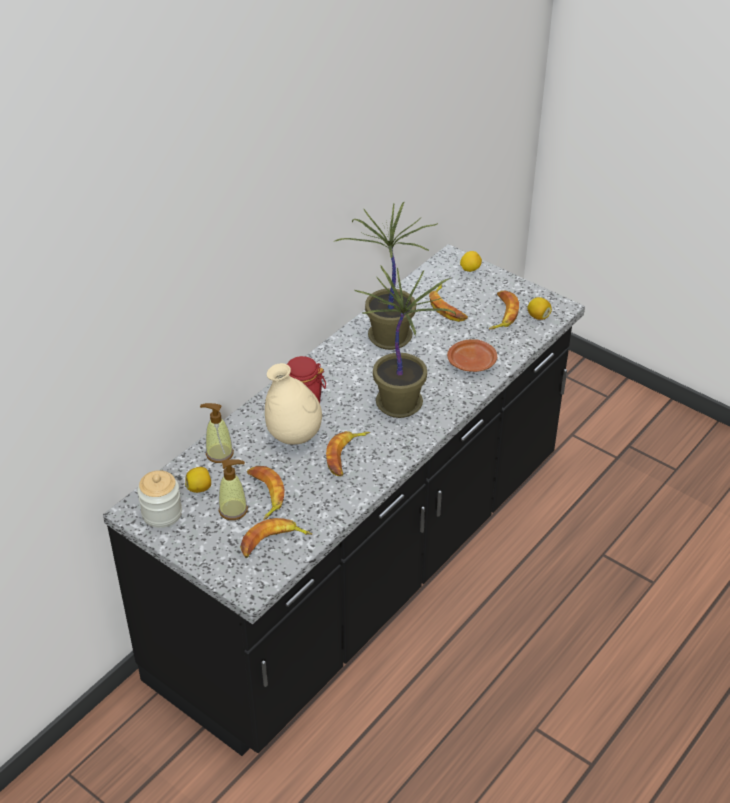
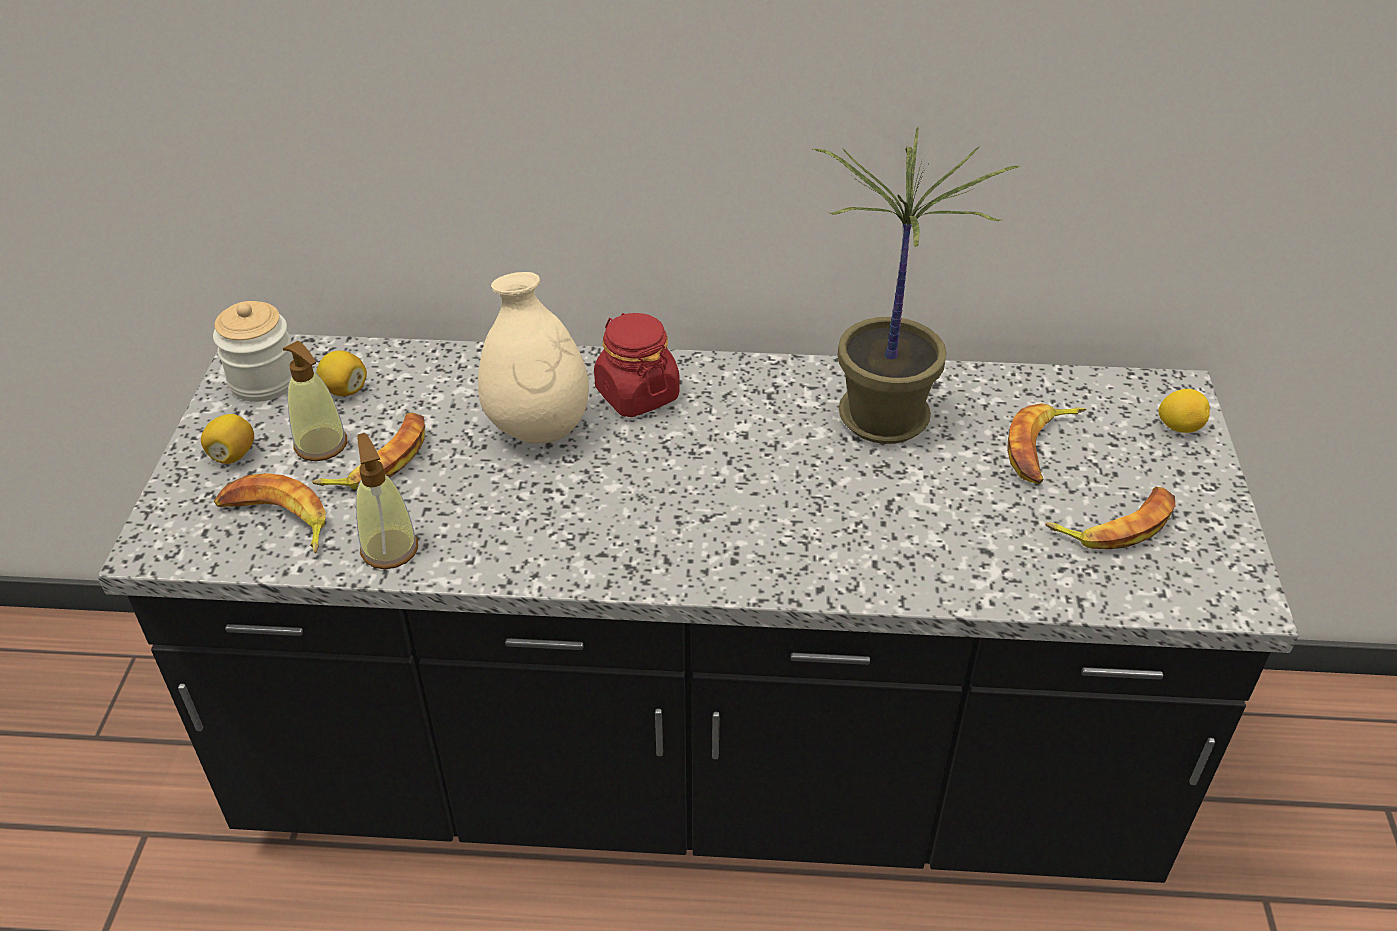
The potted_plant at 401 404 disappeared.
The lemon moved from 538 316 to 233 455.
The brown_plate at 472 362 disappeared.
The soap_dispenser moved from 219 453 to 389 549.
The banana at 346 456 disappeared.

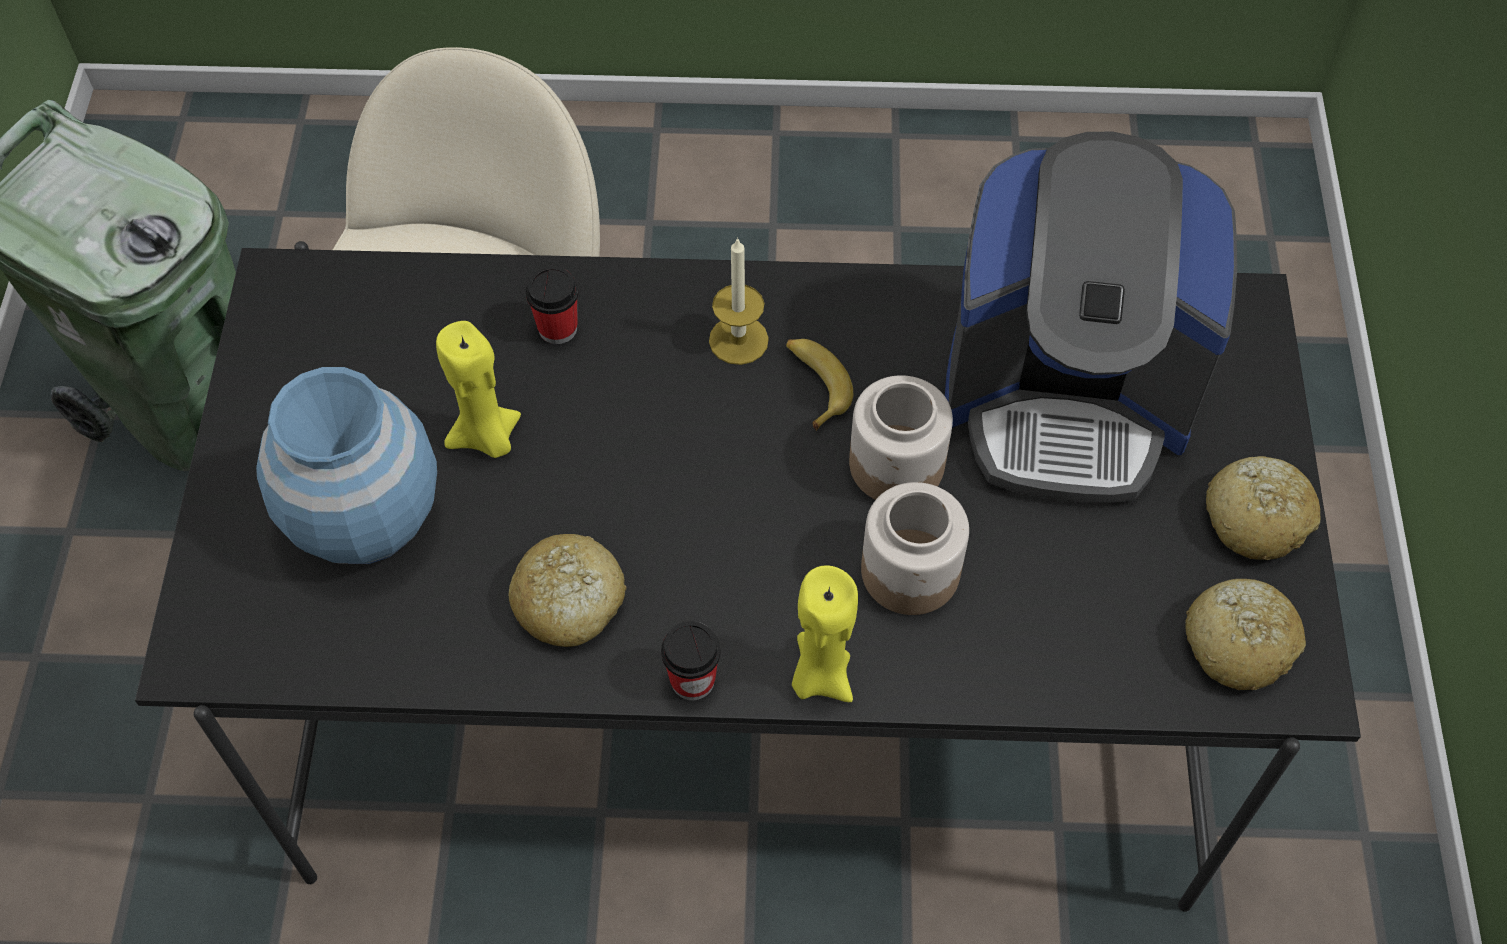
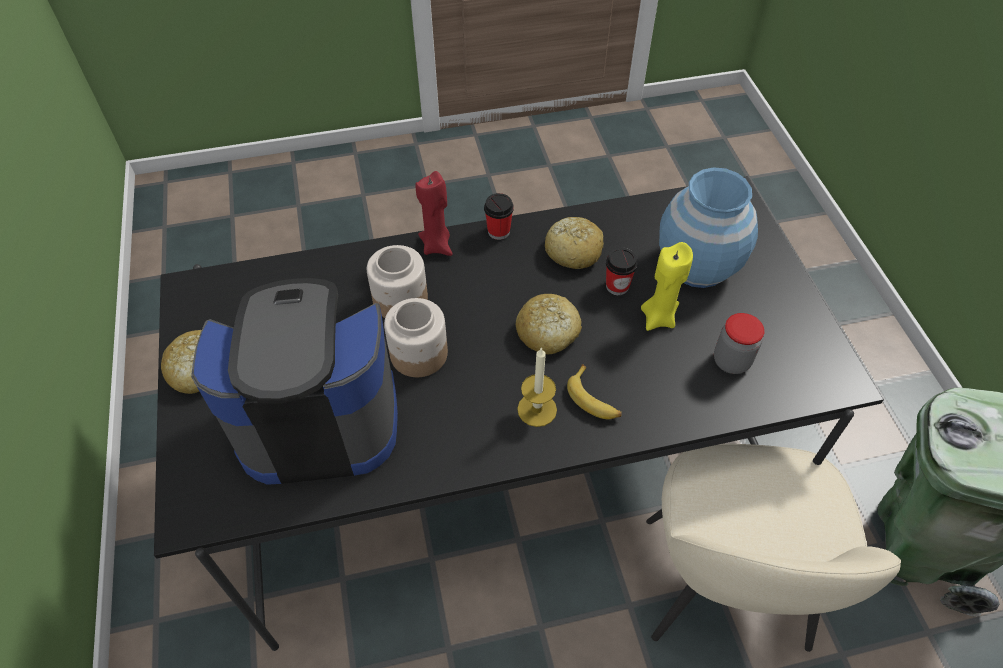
The cup moved from 558 328 to 617 286.
The banana moved from 814 384 to 594 399.
The yellow_candle at 820 675 became the red_candle at 437 245.
The bread moved from 1239 643 to 547 332.
The jar at 731 361 appeared.

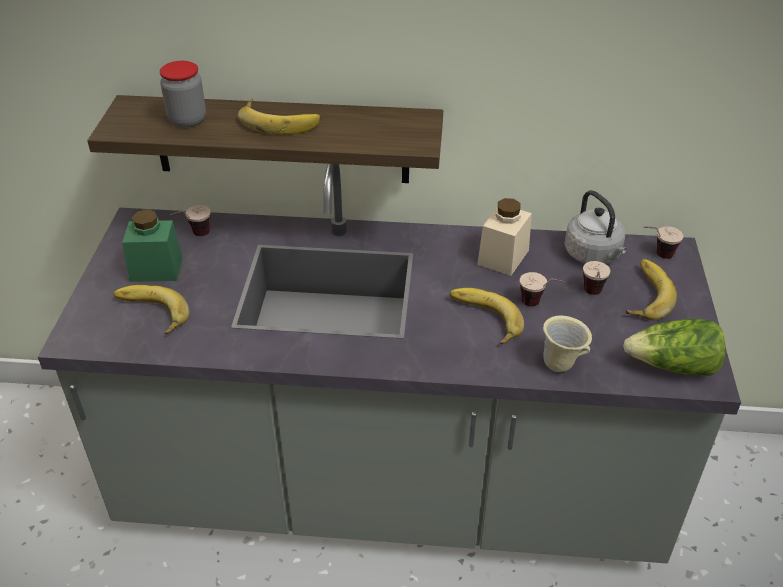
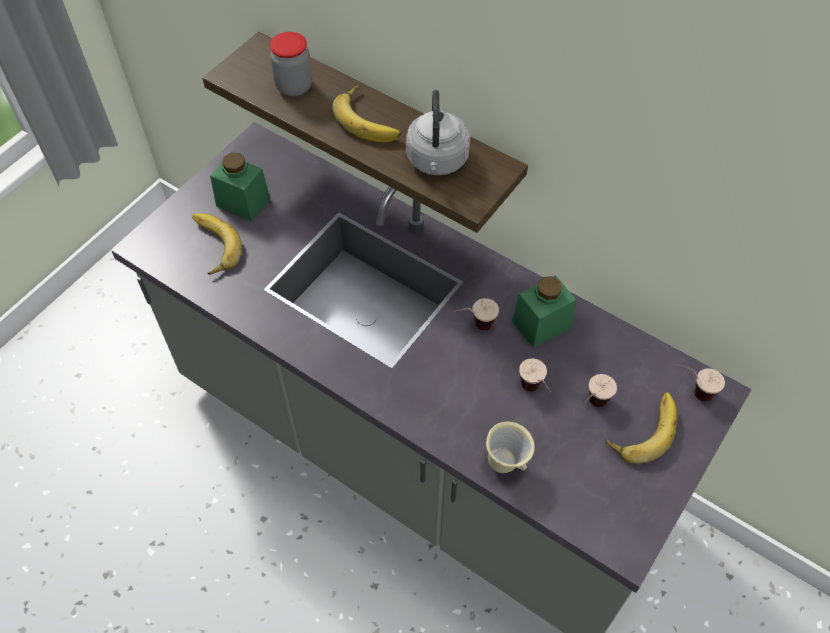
The grey_kettle moved from 594 256 to 437 162.
The beige_jar at 503 257 became the green_jar at 541 324.
The cup moved from 194 237 to 474 327.
The banana at 483 320 disappeared.
The lettuce at 673 366 disappeared.

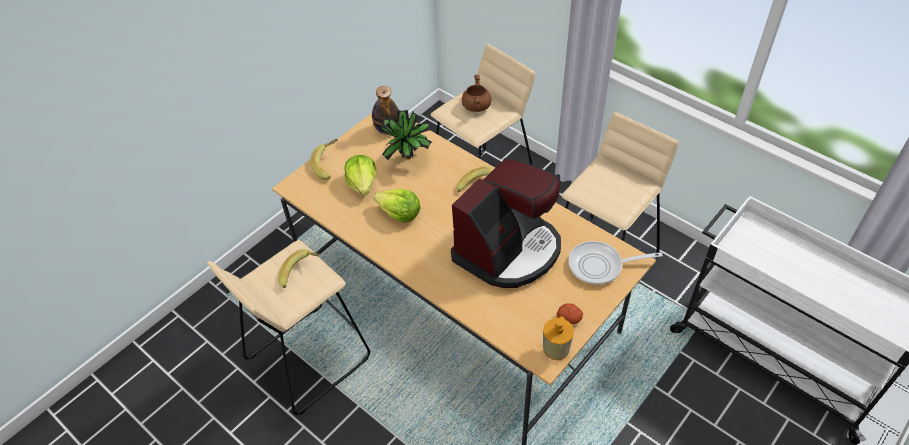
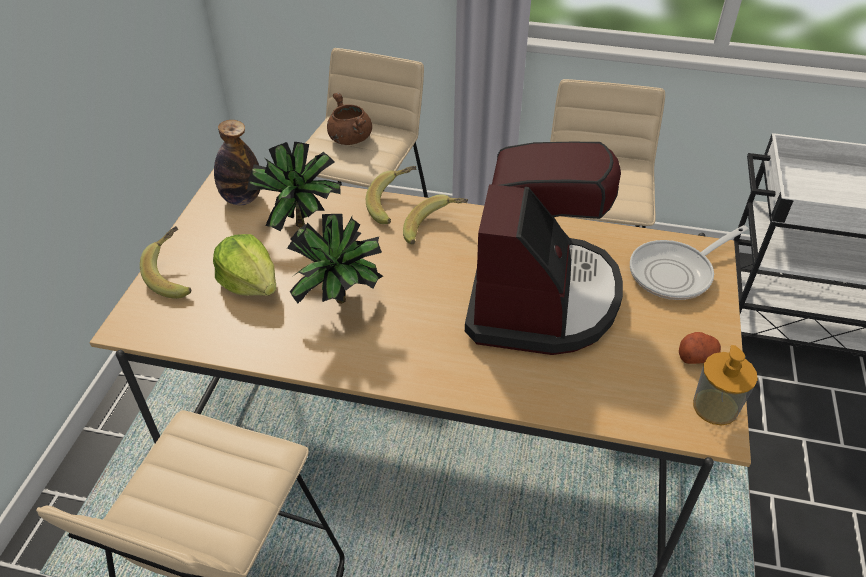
The lettuce at 399 214 was replaced by the potted_plant at 340 305.
The banana moved from 301 274 to 394 206.

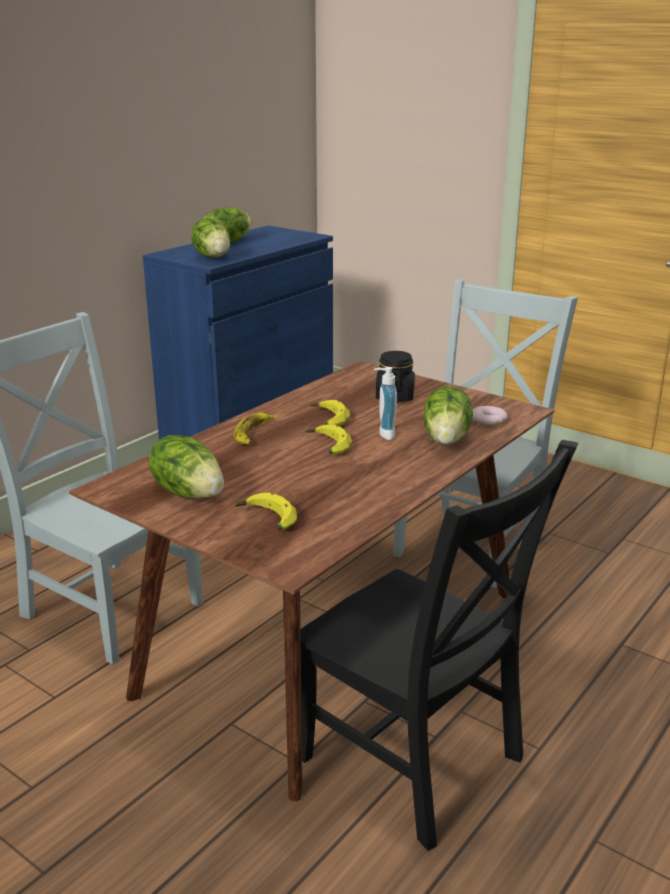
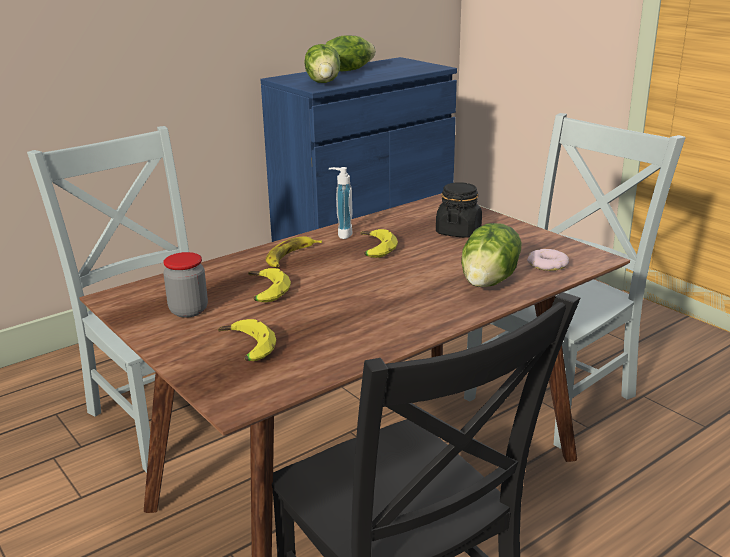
The soap_dispenser moved from 383 434 to 341 234.
The banana moved from 327 446 to 264 292.
The lettuce at 189 492 was replaced by the jar at 188 311.

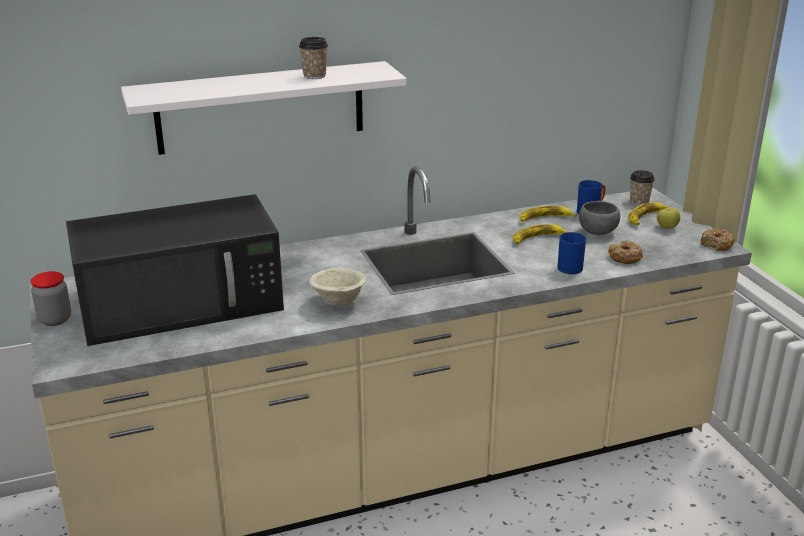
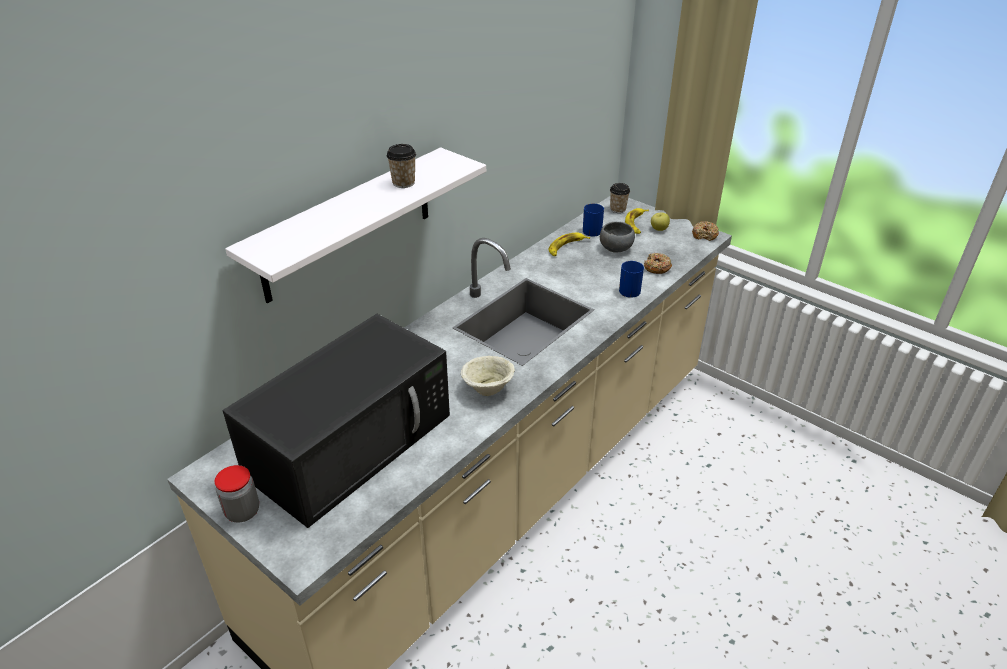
The banana at 537 238 disappeared.

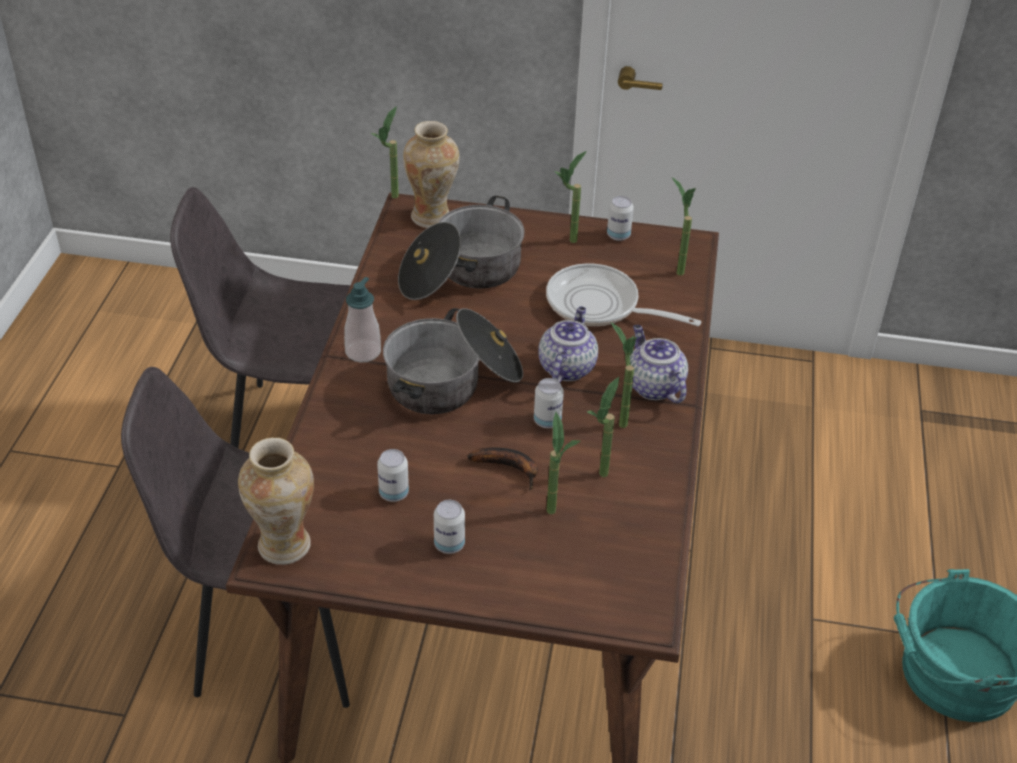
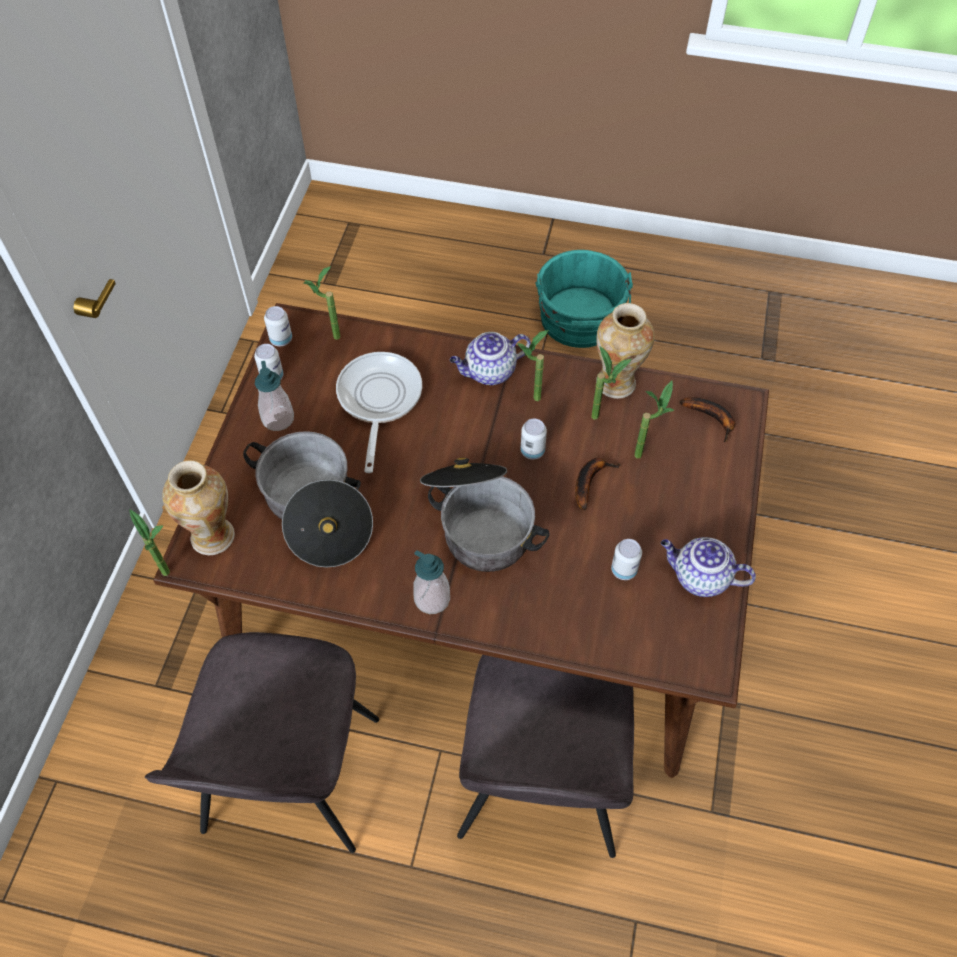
The potted_plant at 566 243 was replaced by the soap_dispenser at 278 419.
The frying_pan at 600 306 turned 150 degrees clockwise.
The teapot moved from 566 367 to 699 577.
The vase moved from 284 546 to 617 383.
The can moved from 449 544 to 281 339.
The banana at 712 418 appeared.

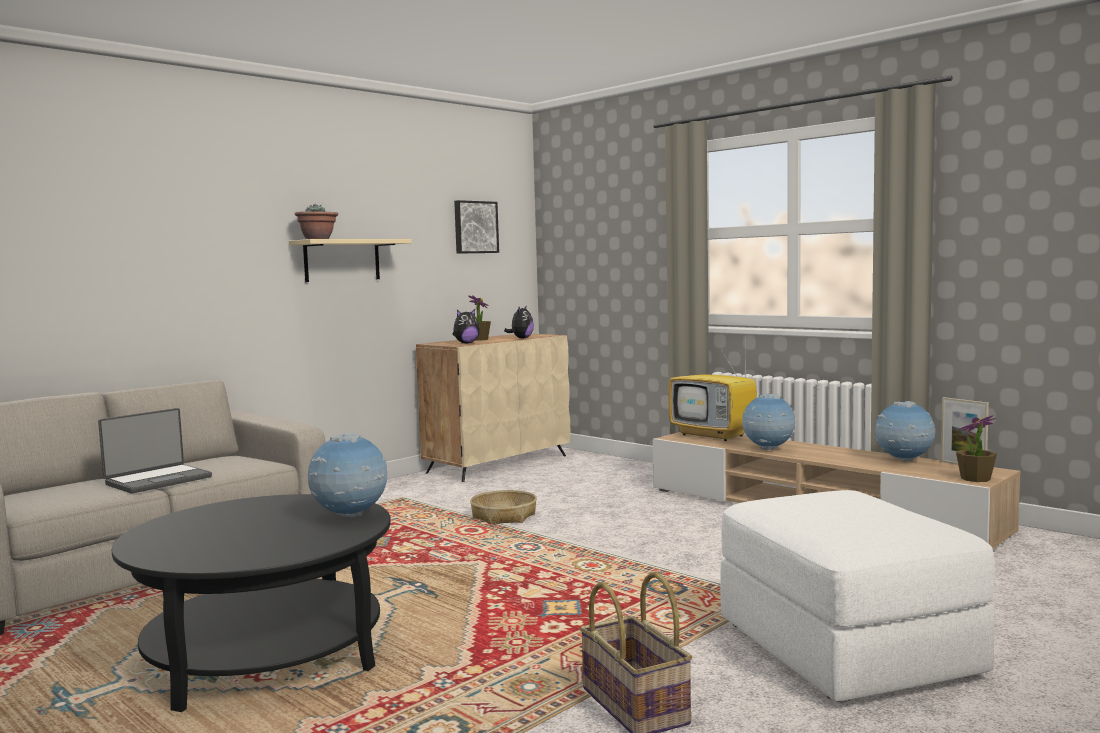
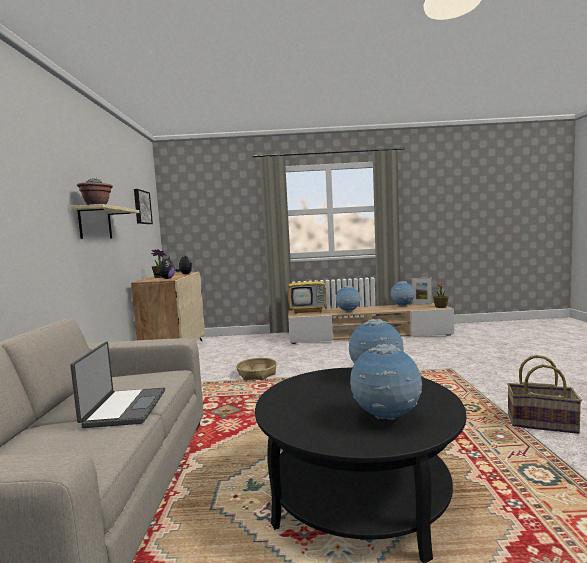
The white_ottoman at 846 650 disappeared.
The globe at 386 418 appeared.

